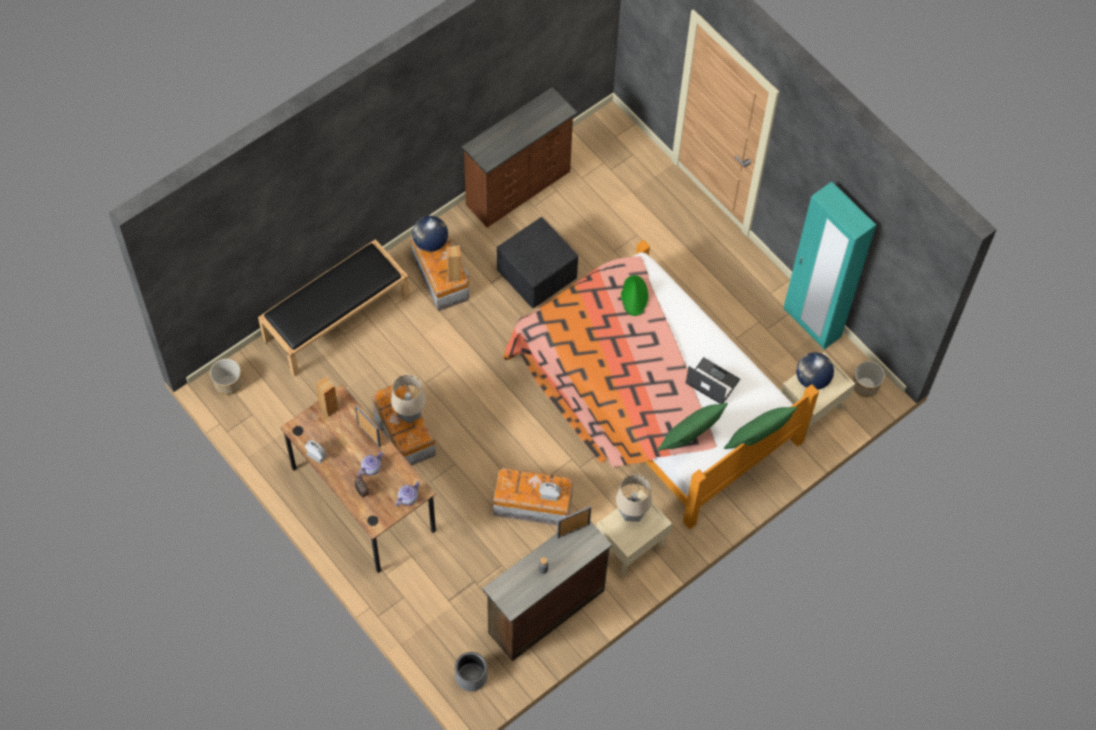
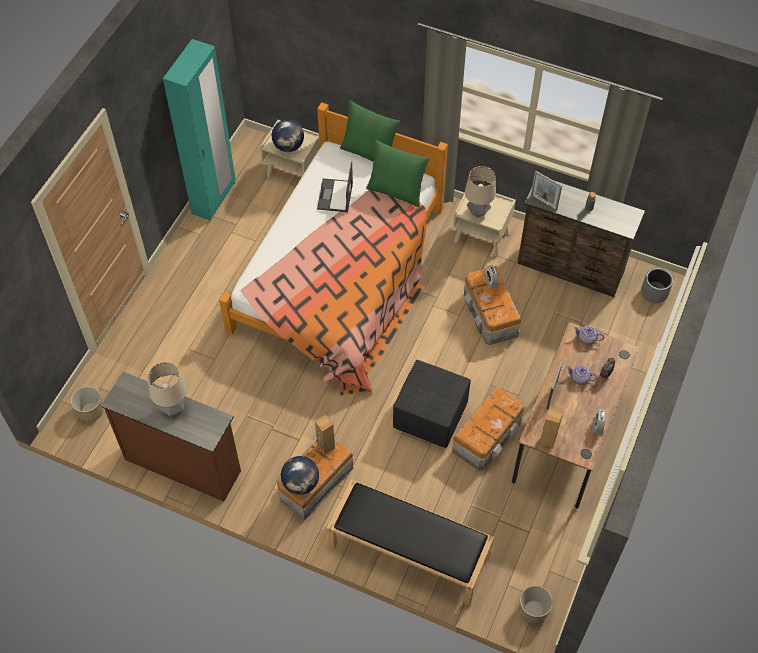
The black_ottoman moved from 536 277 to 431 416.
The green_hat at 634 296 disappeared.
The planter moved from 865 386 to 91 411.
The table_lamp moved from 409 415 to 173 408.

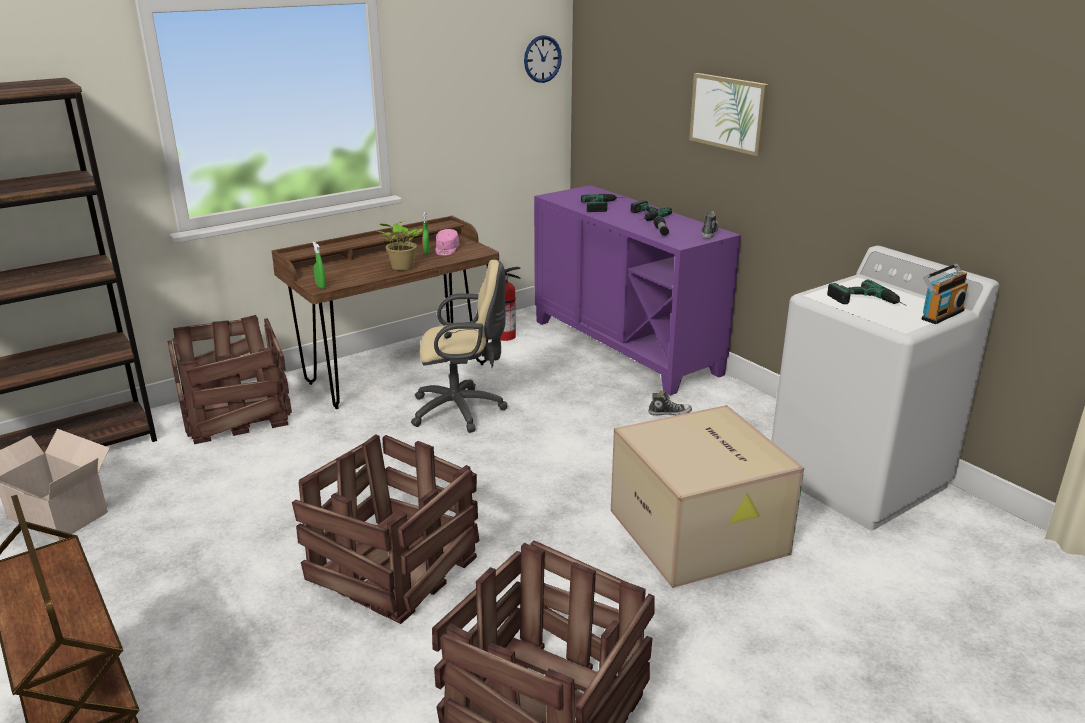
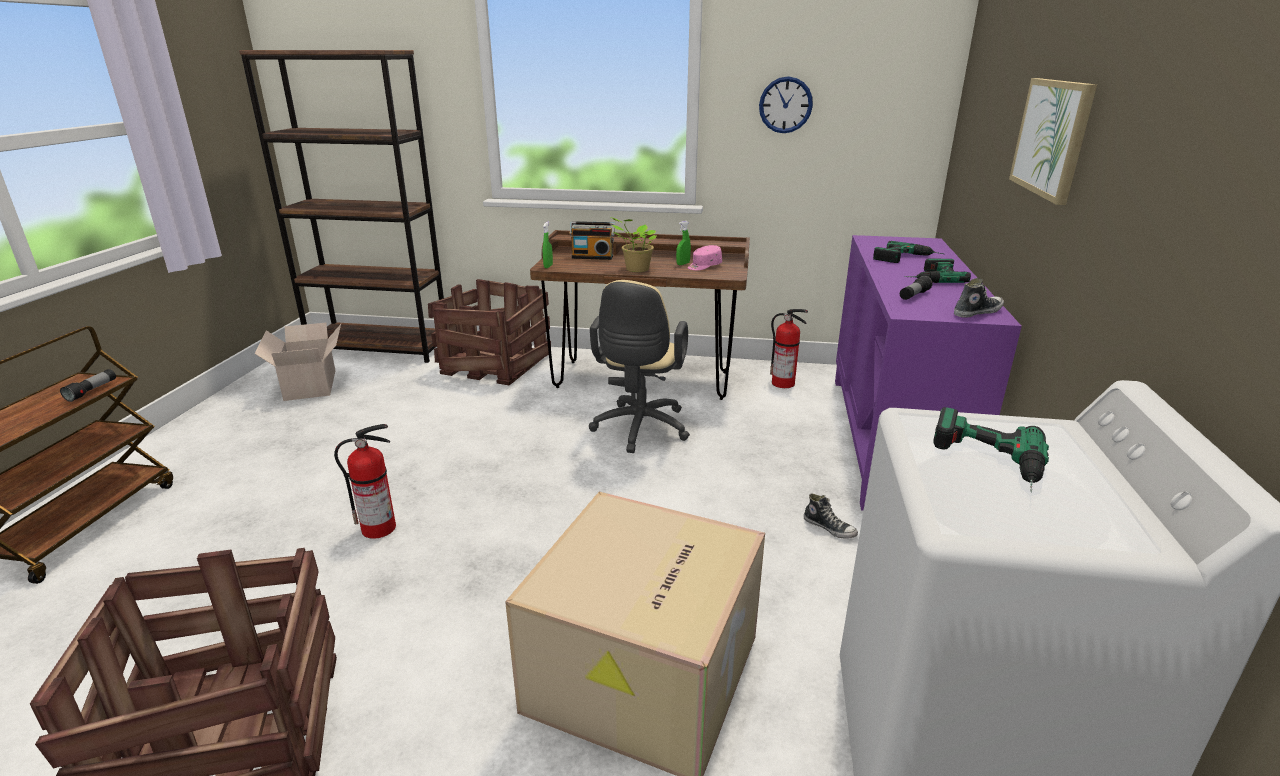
The wall_clock moved from 542 59 to 785 105.
The beige_office_chair at 462 410 turned 60 degrees clockwise.
The radio moved from 940 314 to 592 257.
The crate at 395 566 was replaced by the fire_extinguisher at 380 528.
The flashlight at 92 391 appeared.

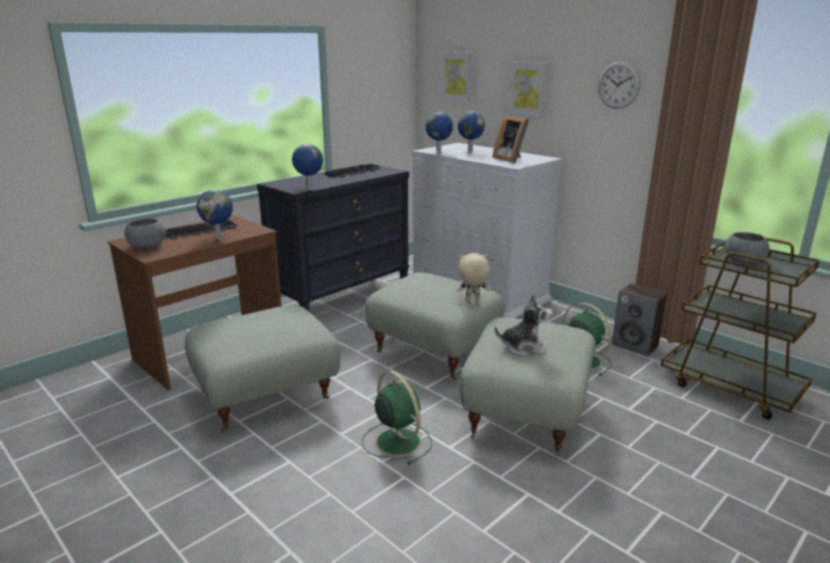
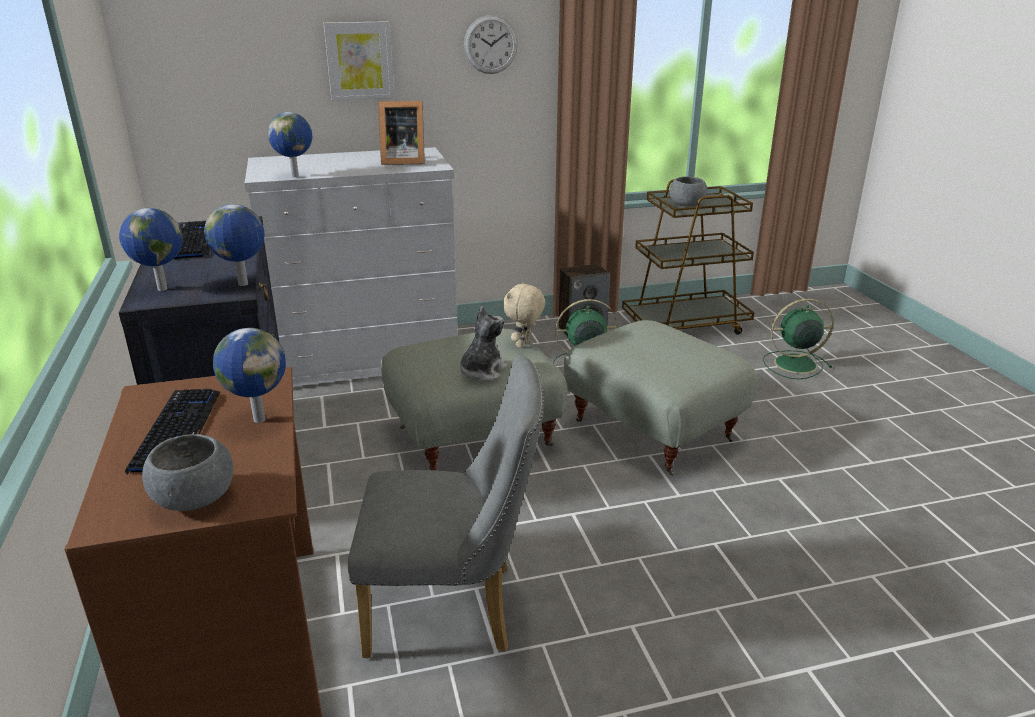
The picture at 457 76 disappeared.
The globe moved from 469 152 to 161 289.
The plush_toy moved from 523 348 to 482 371.
The grey_ottoman at 266 397 was replaced by the grey_chair at 453 609.
The green_fan moved from 397 441 to 793 364.

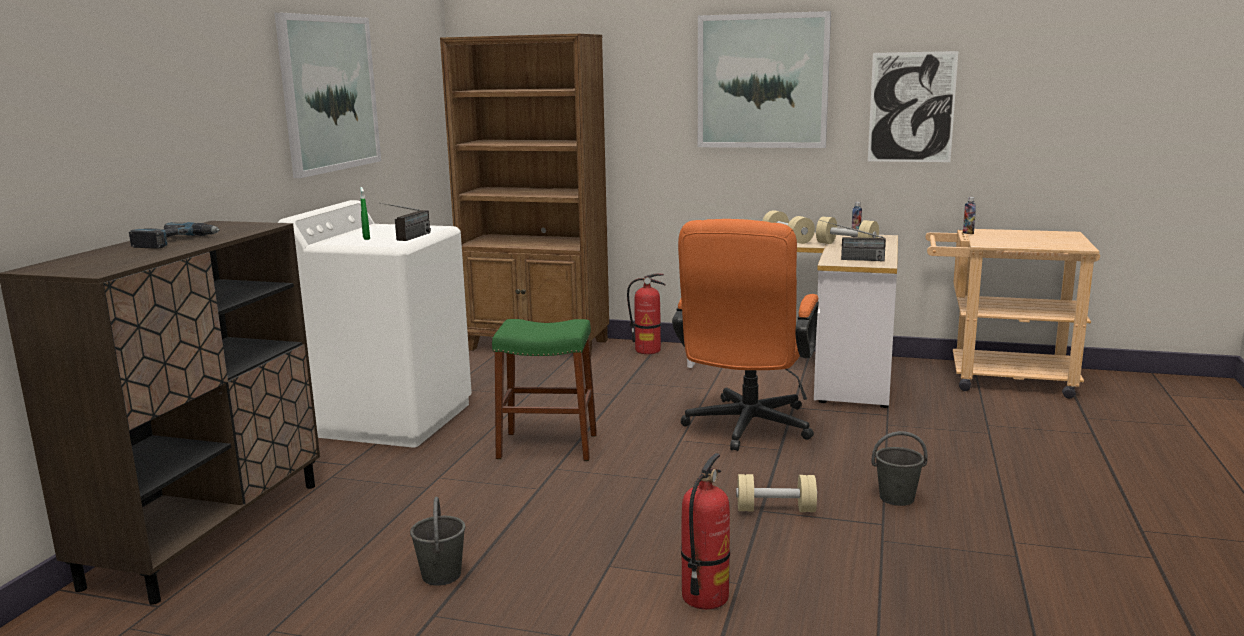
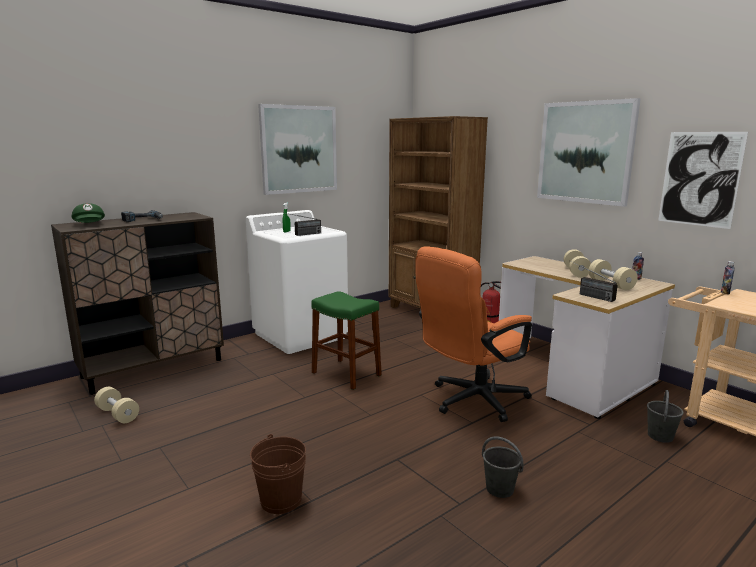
The fire_extinguisher at 704 597 was replaced by the brown_bucket at 281 500.
The beige_dumbbell moved from 775 509 to 118 414.
The grey_bucket moved from 441 575 to 660 436.
The green_cap at 90 224 appeared.

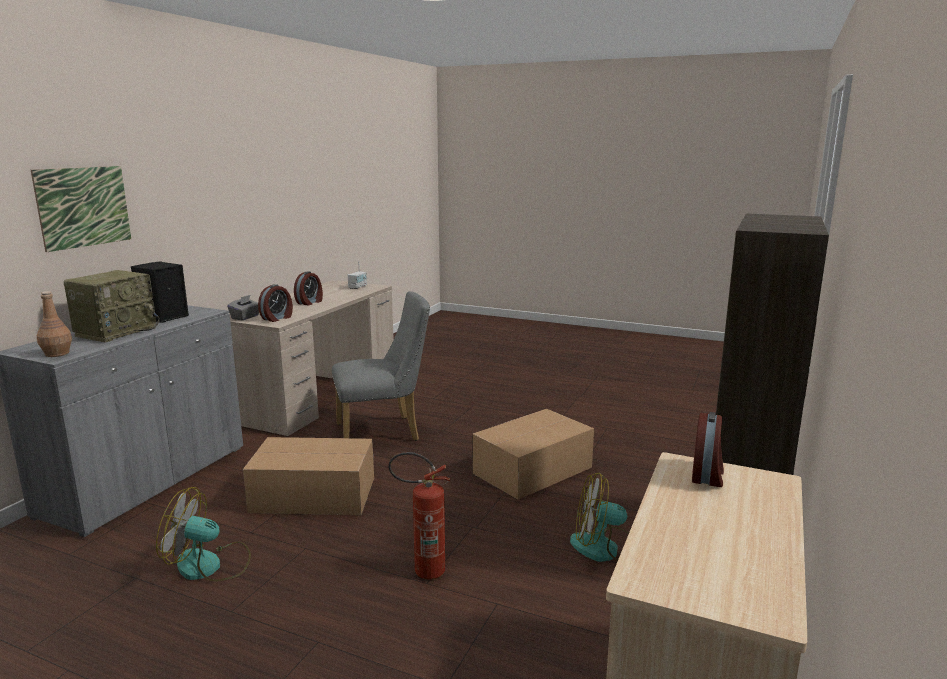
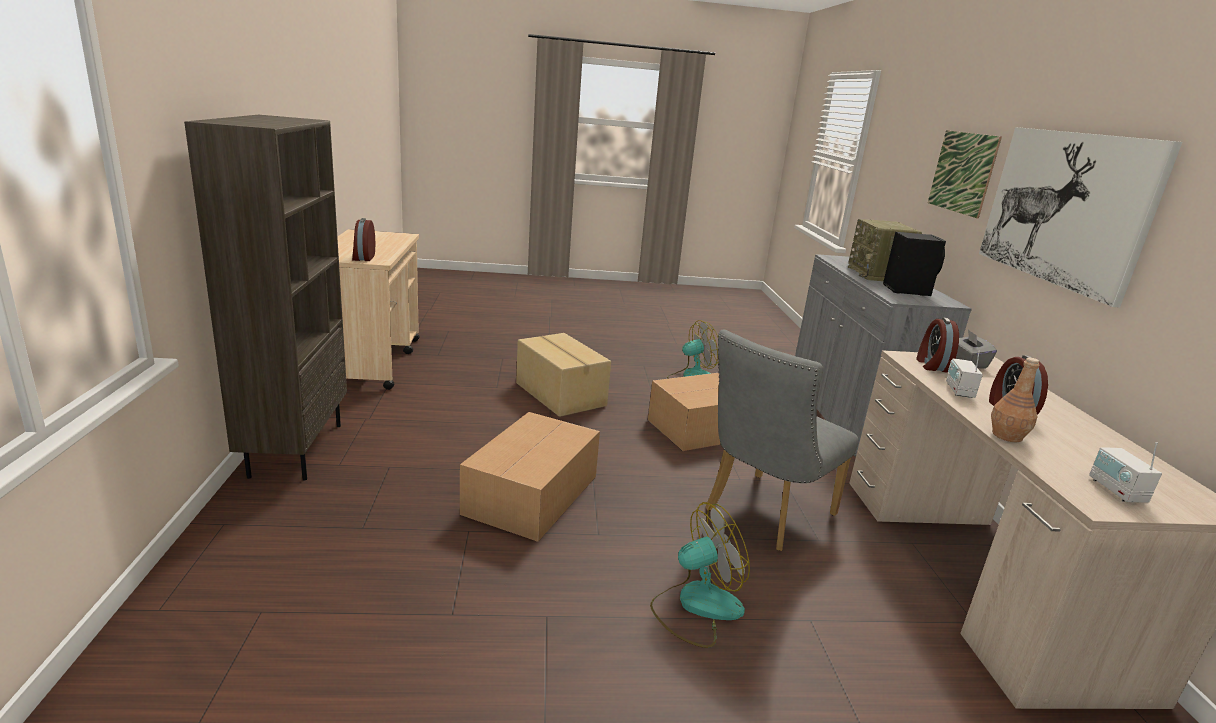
The brown_bottle moved from 57 354 to 1006 435.
The fire_extinguisher at 422 571 was replaced by the cardboard_box at 559 394.
The fan moved from 606 549 to 696 606.
The picture at 1065 208 appeared.
The radio at 959 390 appeared.

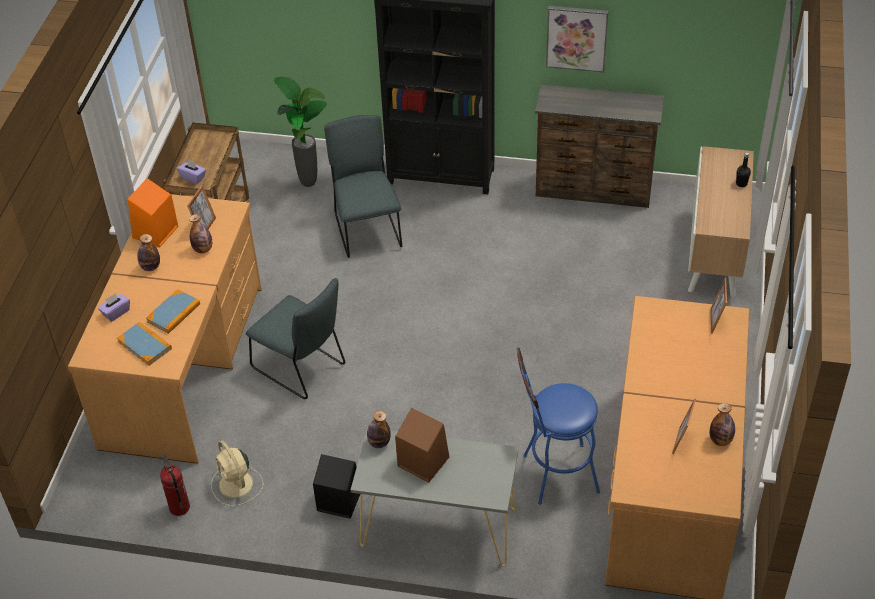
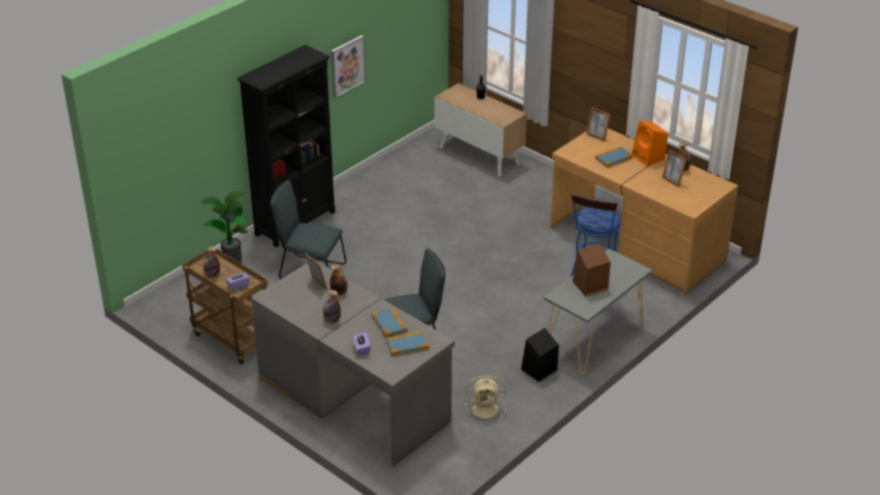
The brown_dresser at 594 191 disappeared.
The orange_speaker moved from 155 233 to 649 157.
The brown_desk at 185 366 became the grey_desk at 354 397.
The bottle moved from 379 443 to 212 275.
The fire_extinguisher at 179 507 disappeared.
The book at 613 158 appeared.

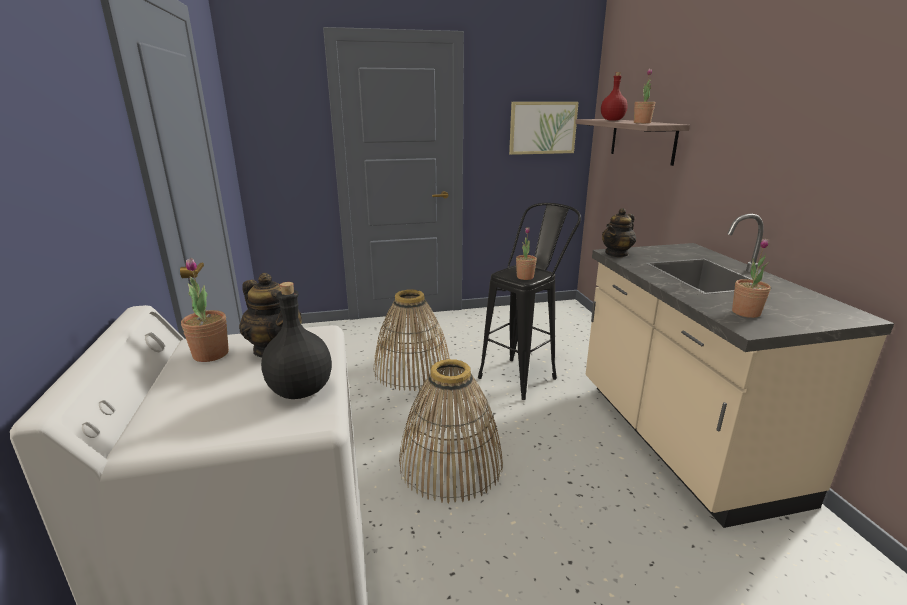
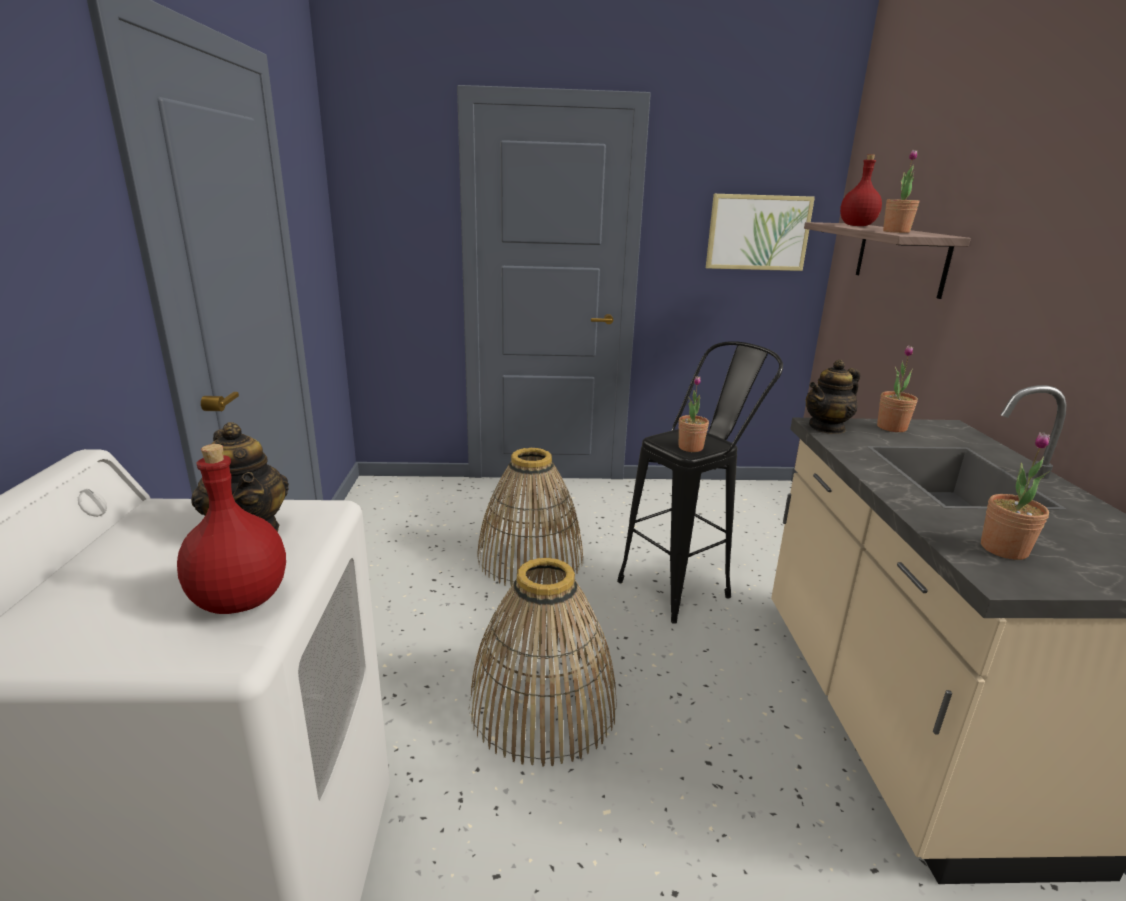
The potted_plant moved from 211 354 to 891 427.
The black_bottle at 302 390 became the red_bottle at 242 600.

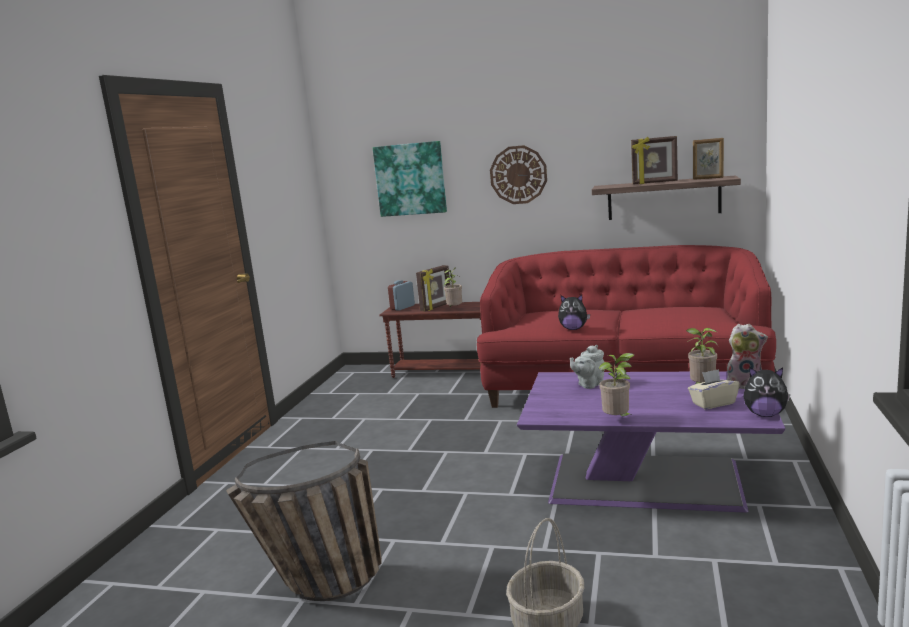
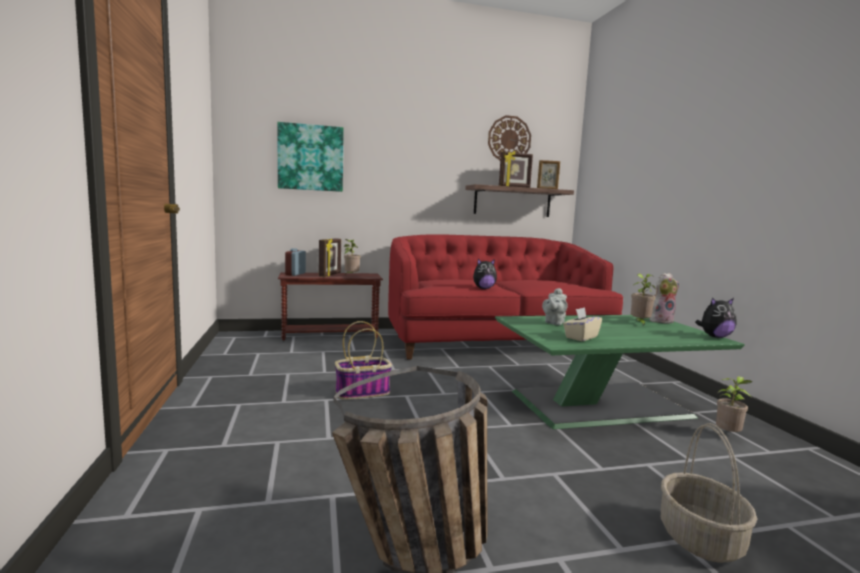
The wall_clock moved from 518 175 to 509 139.
The potted_plant moved from 618 420 to 728 435.
The beige_tissue_box moved from 713 403 to 581 337.
The purple_coffee_table at 648 481 became the green_coffee_table at 603 403.
The basket at 363 392 appeared.

